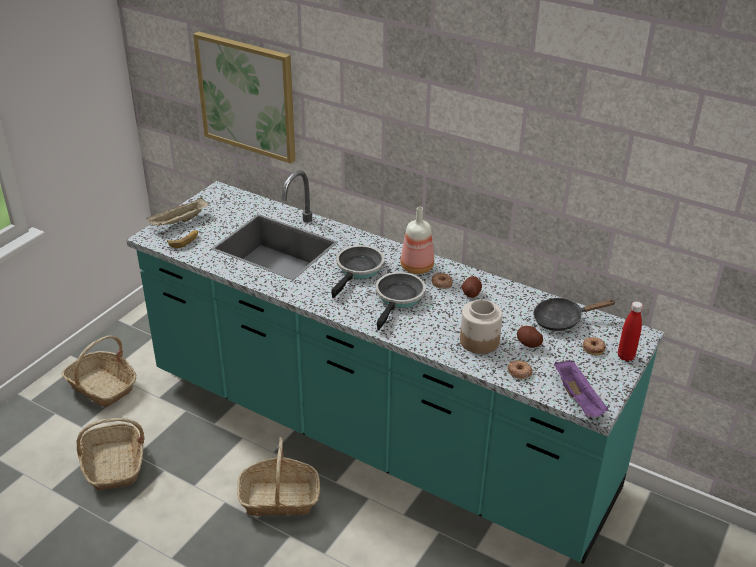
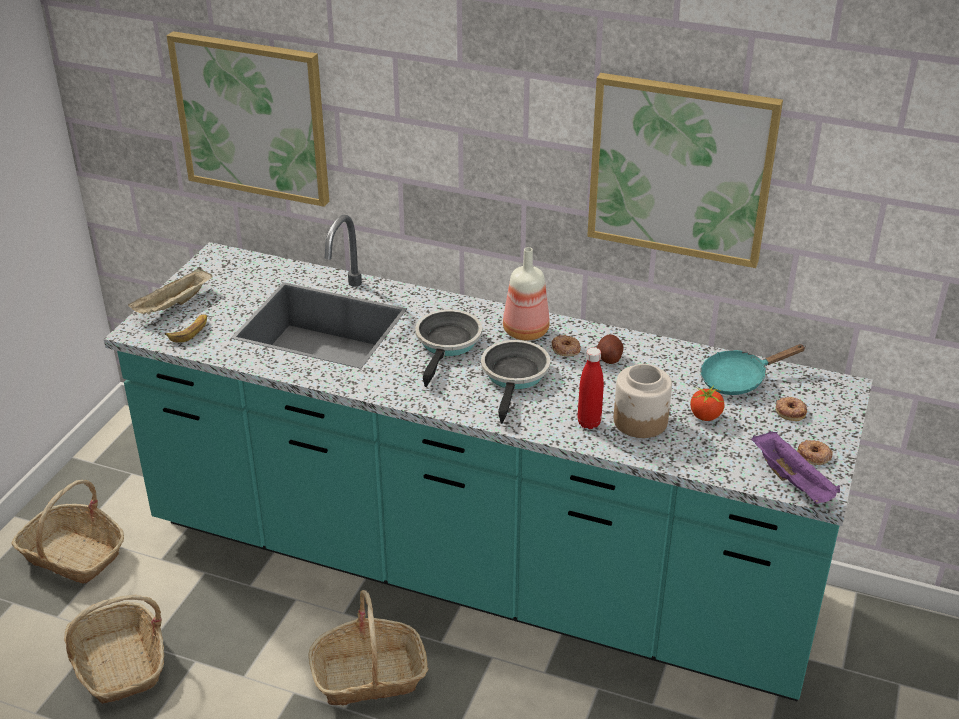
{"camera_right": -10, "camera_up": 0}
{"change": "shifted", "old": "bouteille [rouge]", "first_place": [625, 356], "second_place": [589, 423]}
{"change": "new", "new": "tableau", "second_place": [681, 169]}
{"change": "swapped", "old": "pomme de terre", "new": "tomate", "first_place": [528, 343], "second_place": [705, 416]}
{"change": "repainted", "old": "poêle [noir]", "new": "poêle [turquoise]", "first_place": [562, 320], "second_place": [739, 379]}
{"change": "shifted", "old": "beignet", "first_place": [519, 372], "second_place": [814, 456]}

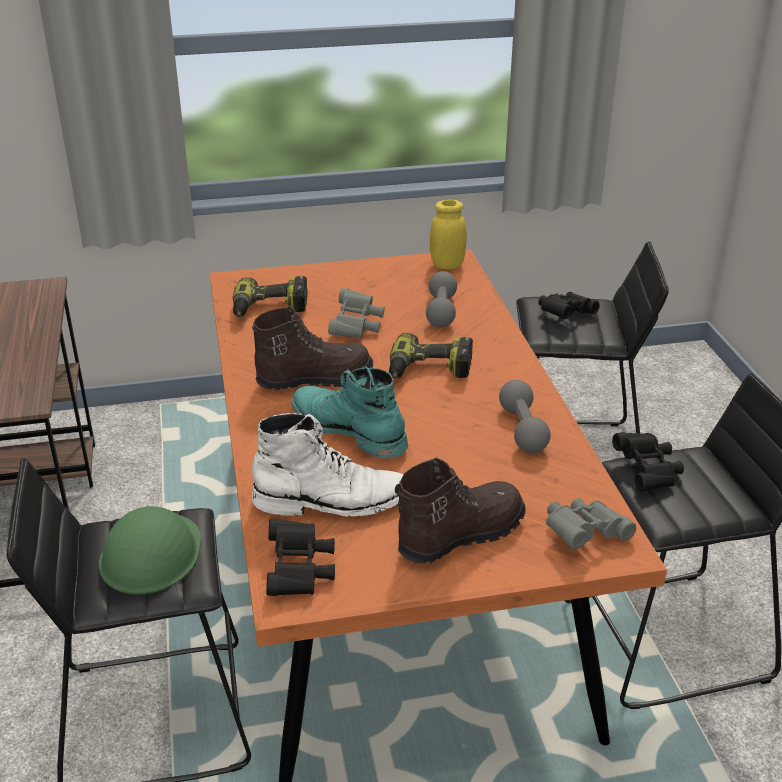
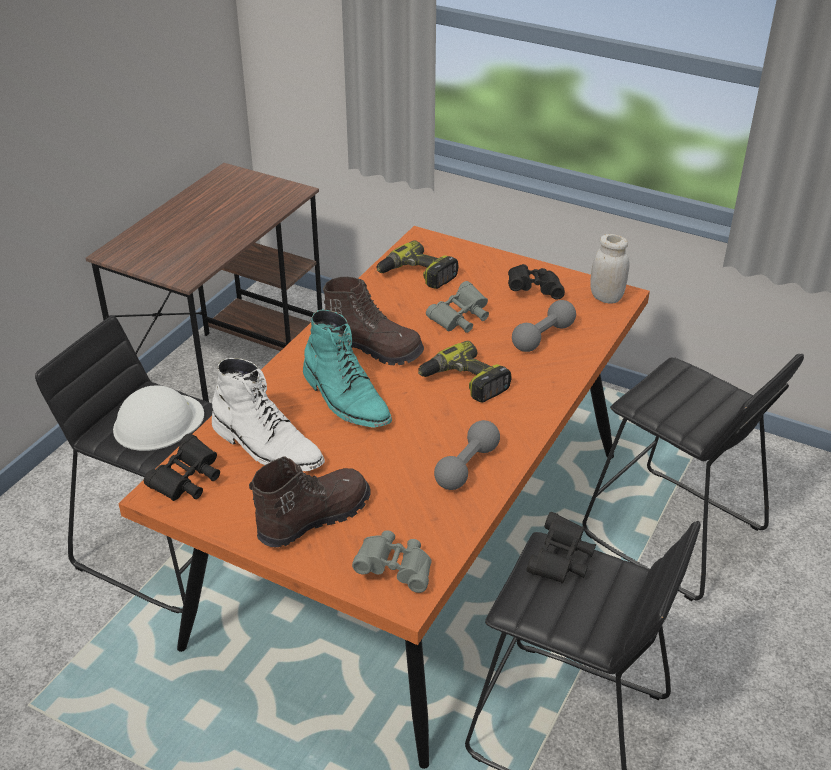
{"camera_right": 40, "camera_up": 5}
{"change": "repainted", "old": "casque de chantier [vert]", "new": "casque de chantier [blanc]", "first_place": [151, 553], "second_place": [158, 422]}
{"change": "rotated", "old": "botte [marron]", "first_place": [459, 534], "second_place": [313, 517], "degrees": -45}
{"change": "rotated", "old": "botte [turquoise]", "first_place": [348, 429], "second_place": [346, 399], "degrees": 150}
{"change": "shifted", "old": "jumelles [noir]", "first_place": [565, 315], "second_place": [534, 290]}
{"change": "repainted", "old": "bocal [jaune]", "new": "bocal [blanc]", "first_place": [447, 265], "second_place": [606, 297]}

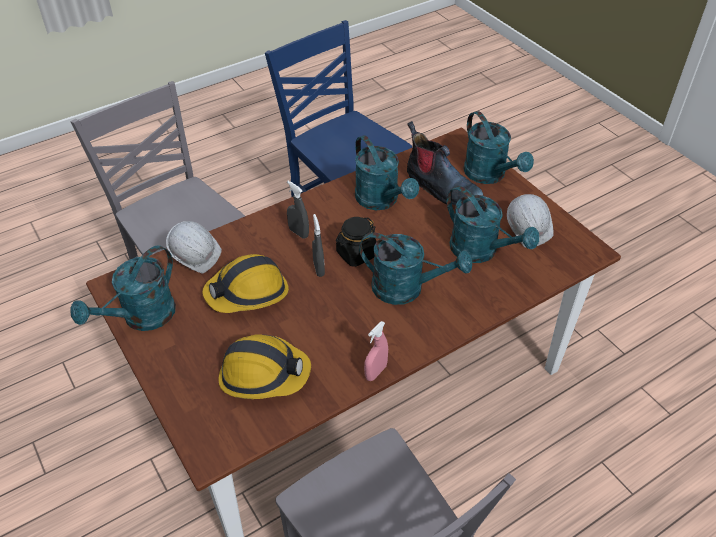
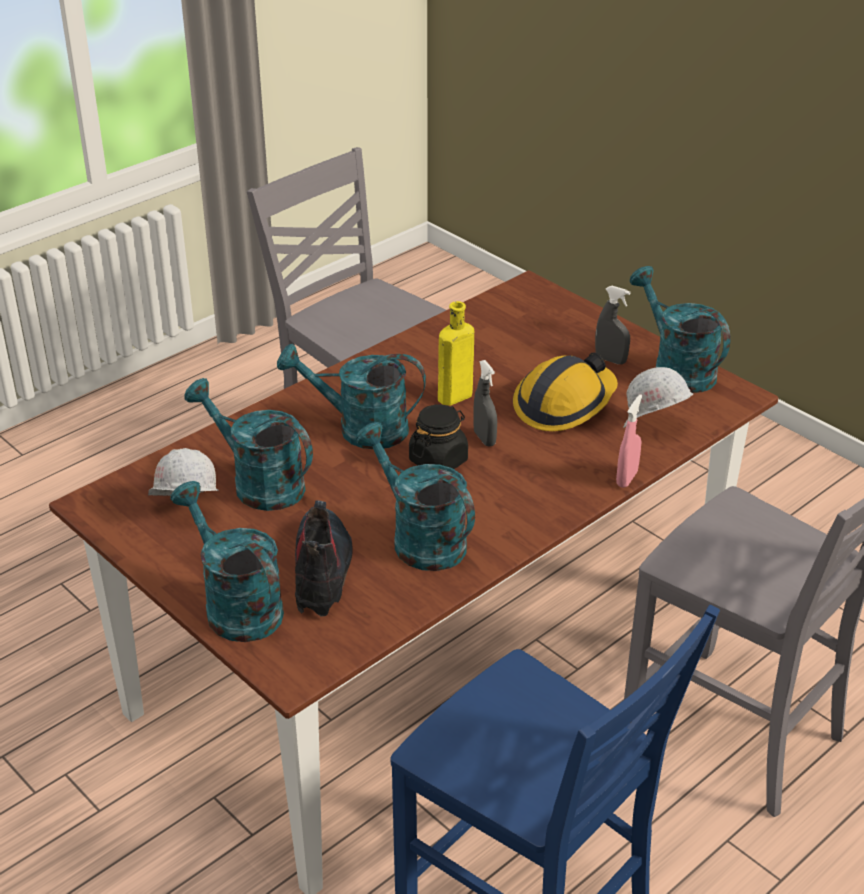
{"camera_right": 170, "camera_up": -10}
{"change": "rotated", "old": "botte", "first_place": [441, 188], "second_place": [322, 571], "degrees": 60}
{"change": "new", "new": "bouteille [jaune]", "second_place": [453, 397]}
{"change": "shifted", "old": "vaporisateur [gris]", "first_place": [298, 232], "second_place": [610, 360]}
{"change": "shifted", "old": "vaporisateur [rose]", "first_place": [375, 372], "second_place": [627, 478]}
{"change": "rotated", "old": "arrosoir [turquoise]", "first_place": [141, 318], "second_place": [676, 368], "degrees": -60}
{"change": "gone", "old": "casque de chantier", "first_place": [263, 374]}

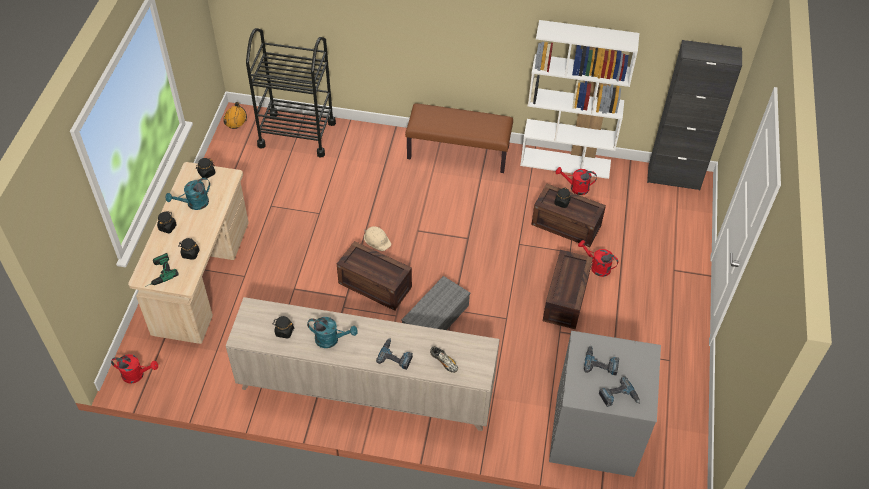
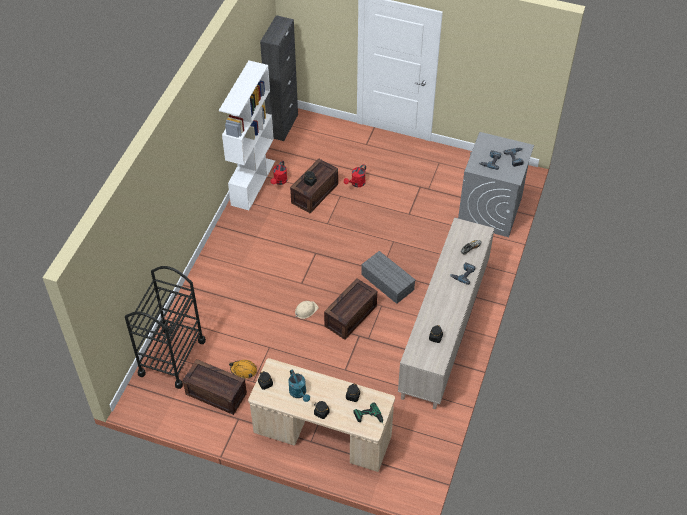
{"camera_right": -80, "camera_up": 0}
{"change": "shifted", "old": "caisse", "first_place": [566, 299], "second_place": [217, 393]}
{"change": "shifted", "old": "casque de chantier [orange]", "first_place": [235, 119], "second_place": [243, 370]}
{"change": "gone", "old": "arrosoir [rouge]", "first_place": [137, 375]}
{"change": "gone", "old": "arrosoir [turquoise]", "first_place": [331, 339]}
{"change": "gone", "old": "banc [marron]", "first_place": [458, 152]}

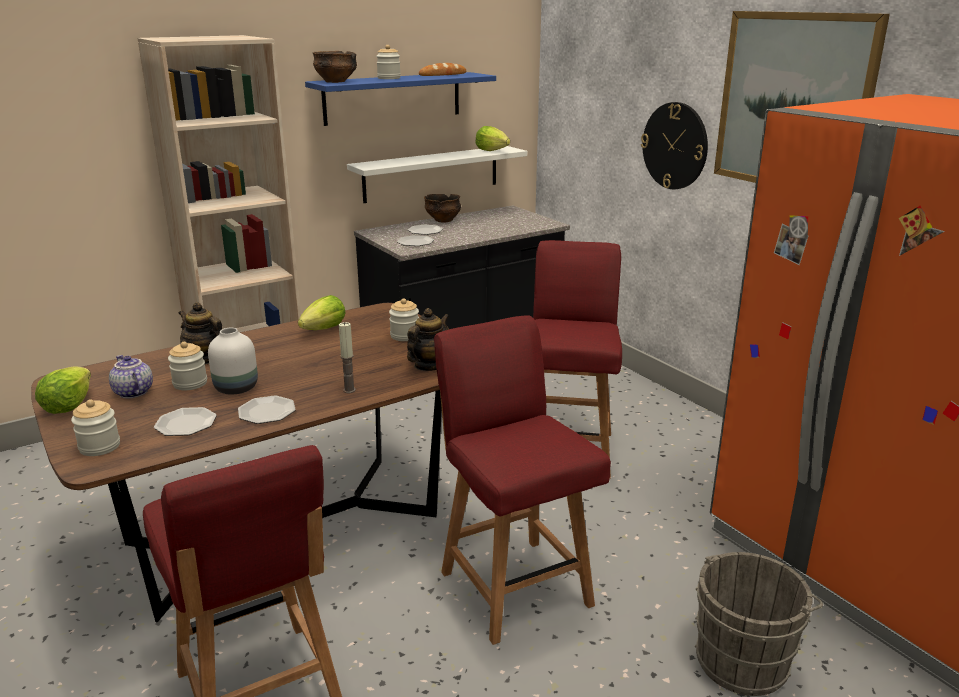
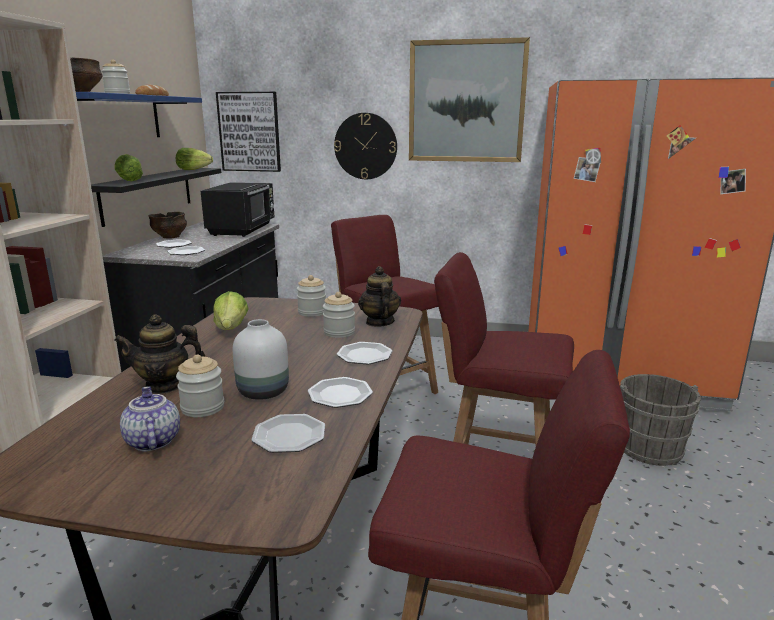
{"camera_right": -45, "camera_up": -5}
{"change": "repainted", "old": "étagère [blanc]", "new": "étagère [noir]", "first_place": [431, 173], "second_place": [148, 194]}
{"change": "shifted", "old": "laitue", "first_place": [68, 406], "second_place": [128, 180]}
{"change": "rotated", "old": "théière", "first_place": [132, 392], "second_place": [151, 441], "degrees": 60}
{"change": "new", "new": "micro-ondes [noir]", "second_place": [243, 230]}
{"change": "new", "new": "tableau", "second_place": [249, 132]}
{"change": "shifted", "old": "bocal", "first_place": [99, 447], "second_place": [339, 332]}
{"change": "swapped", "old": "bougie", "new": "assiette", "first_place": [349, 390], "second_place": [365, 355]}

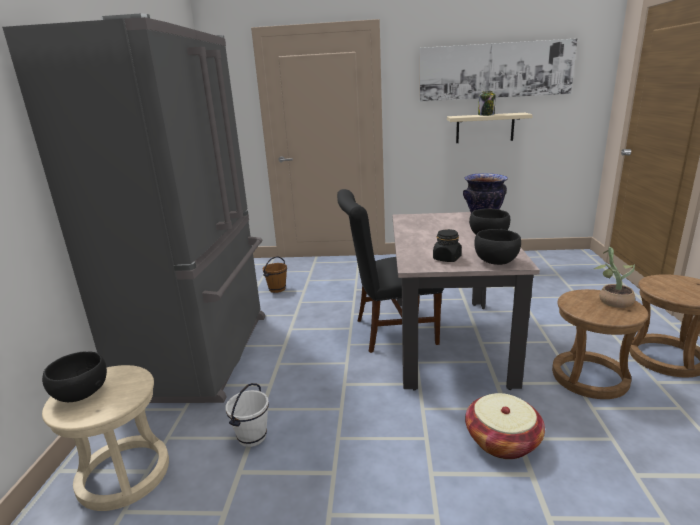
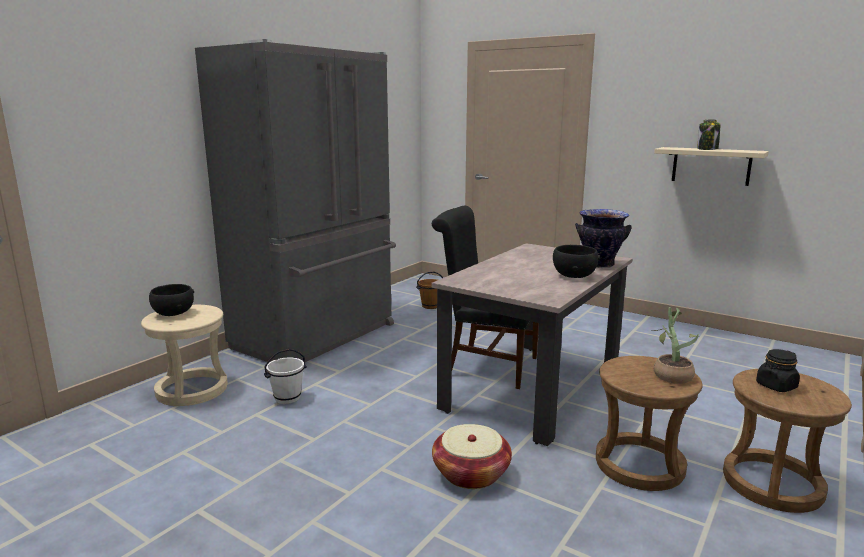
{"camera_right": 30, "camera_up": -5}
{"change": "shifted", "old": "bocal [noir]", "first_place": [447, 258], "second_place": [776, 386]}
{"change": "gone", "old": "tableau", "first_place": [495, 71]}
{"change": "gone", "old": "bol [noir]", "first_place": [495, 261]}

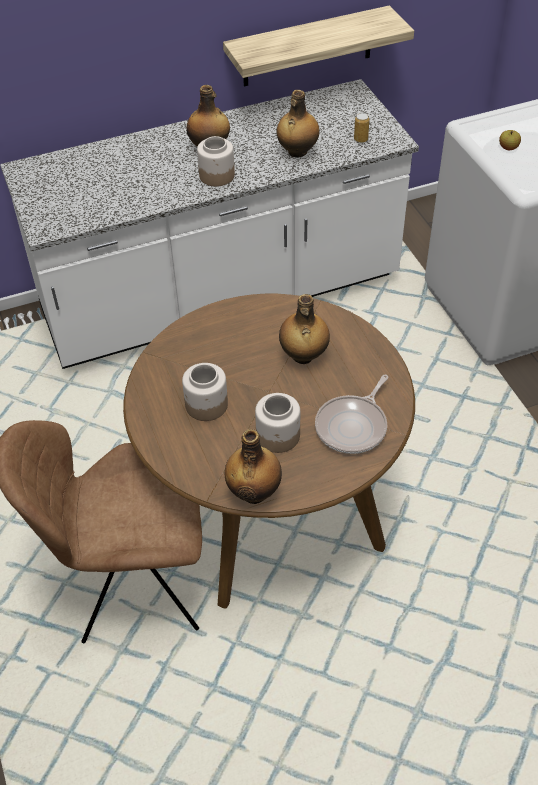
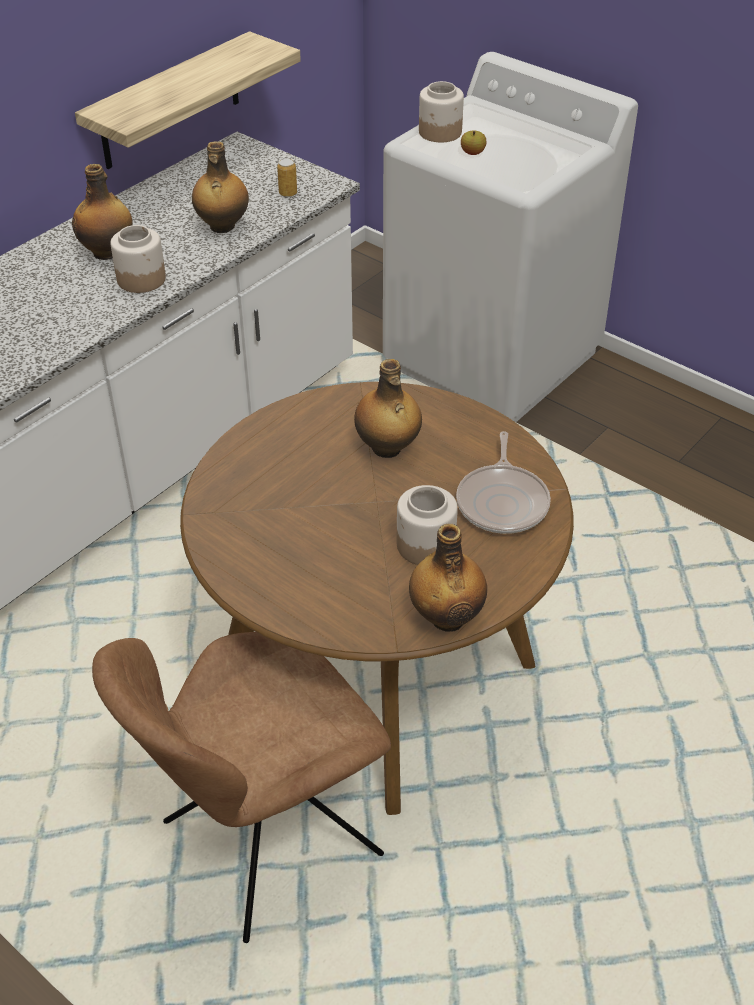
{"camera_right": -30, "camera_up": -5}
{"change": "shifted", "old": "bocal", "first_place": [206, 405], "second_place": [440, 132]}

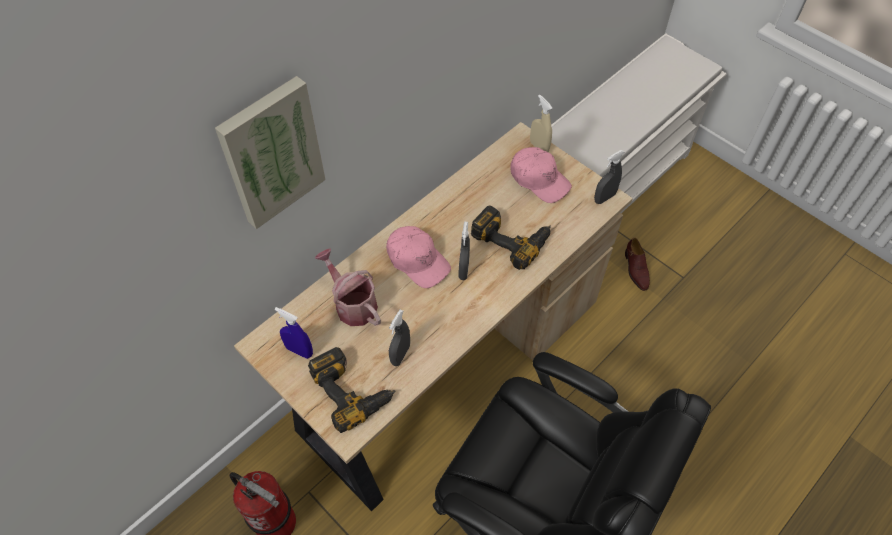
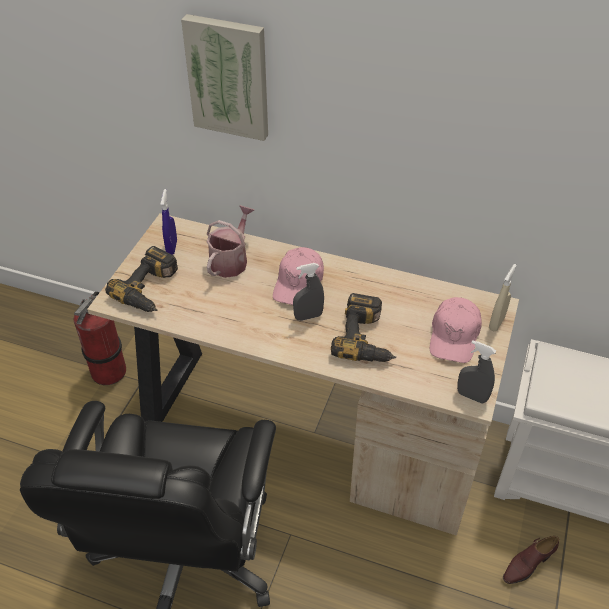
{"camera_right": 65, "camera_up": -10}
{"change": "gone", "old": "vaporisateur [gris]", "first_place": [400, 355]}

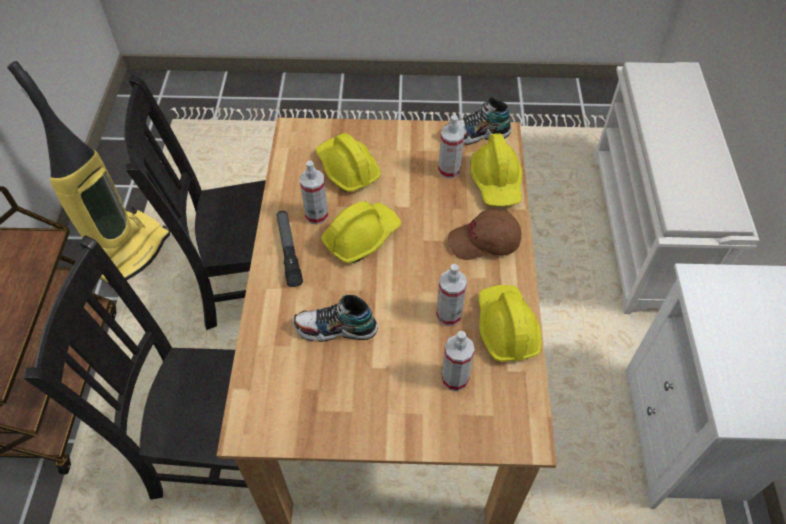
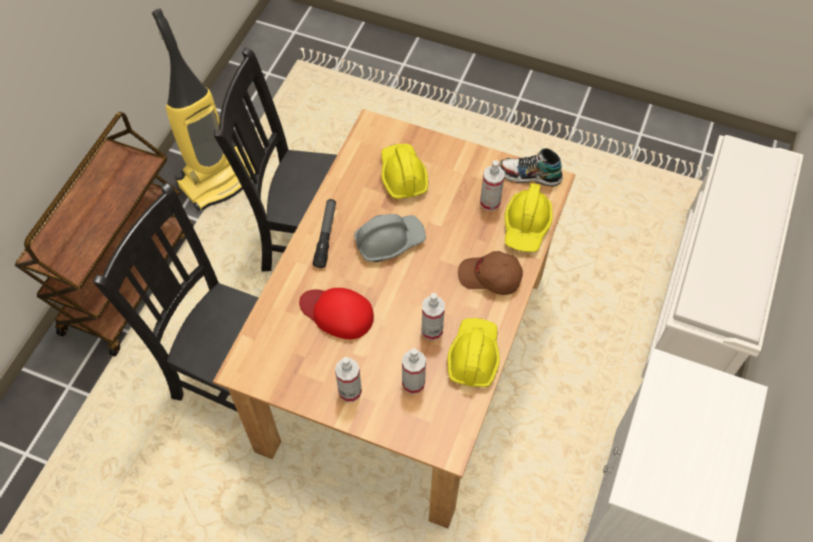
{"camera_right": 20, "camera_up": 5}
{"change": "swapped", "old": "chaussure", "new": "casquette [rouge]", "first_place": [336, 329], "second_place": [337, 313]}
{"change": "shifted", "old": "vaporisateur", "first_place": [316, 215], "second_place": [350, 391]}
{"change": "repainted", "old": "casque de chantier [jaune]", "new": "casque de chantier [gris]", "first_place": [361, 237], "second_place": [389, 241]}

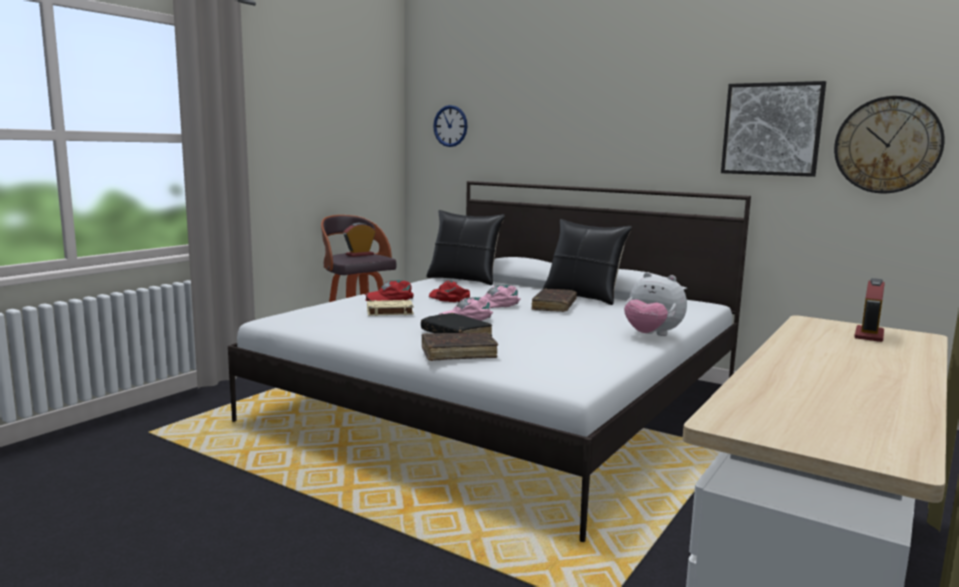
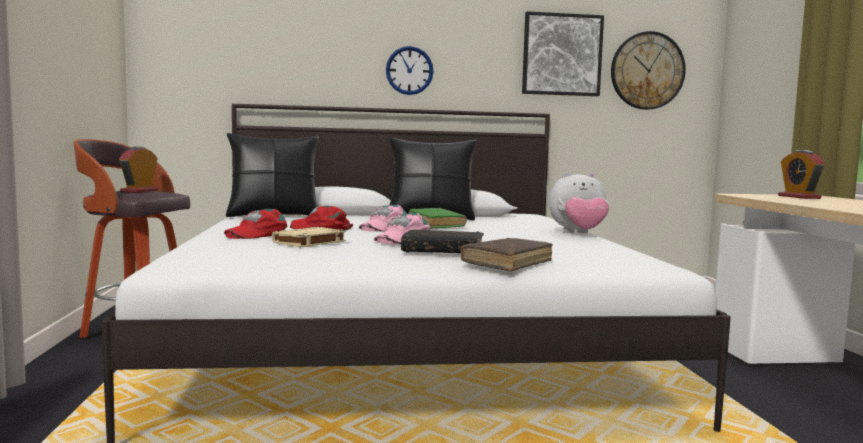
{"camera_right": -40, "camera_up": -5}
{"change": "shifted", "old": "horloge murale", "first_place": [450, 126], "second_place": [409, 70]}
{"change": "repainted", "old": "livre [marron]", "new": "livre [vert]", "first_place": [554, 306], "second_place": [436, 225]}

